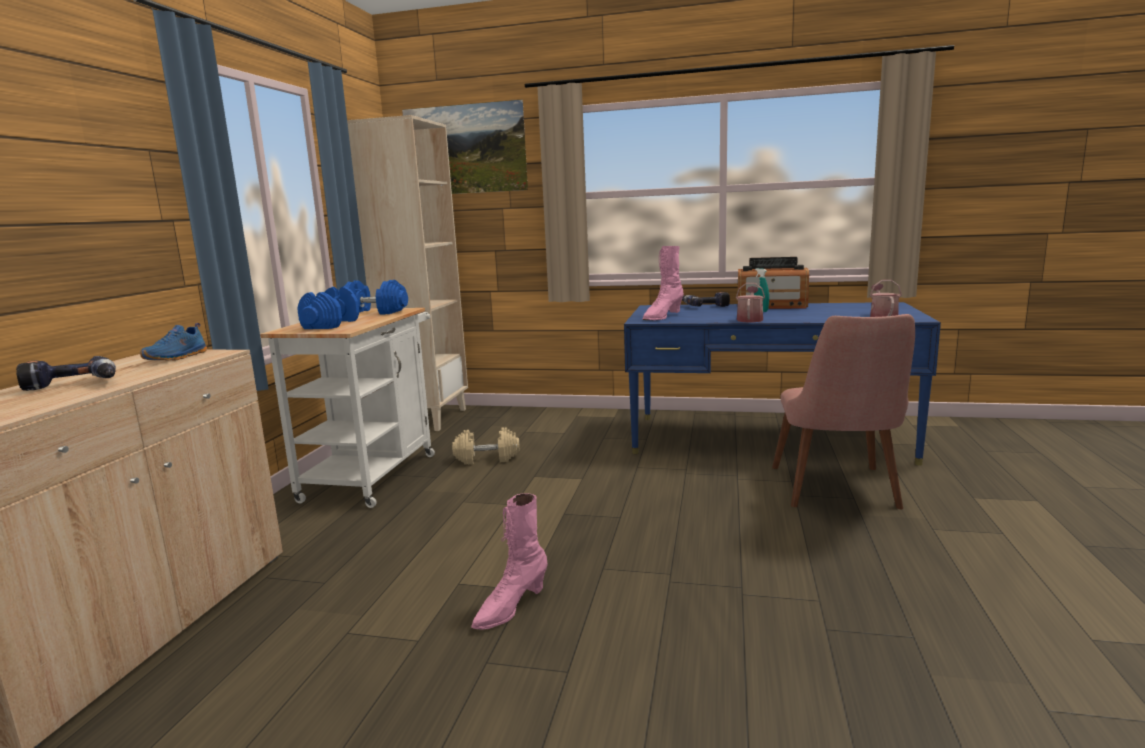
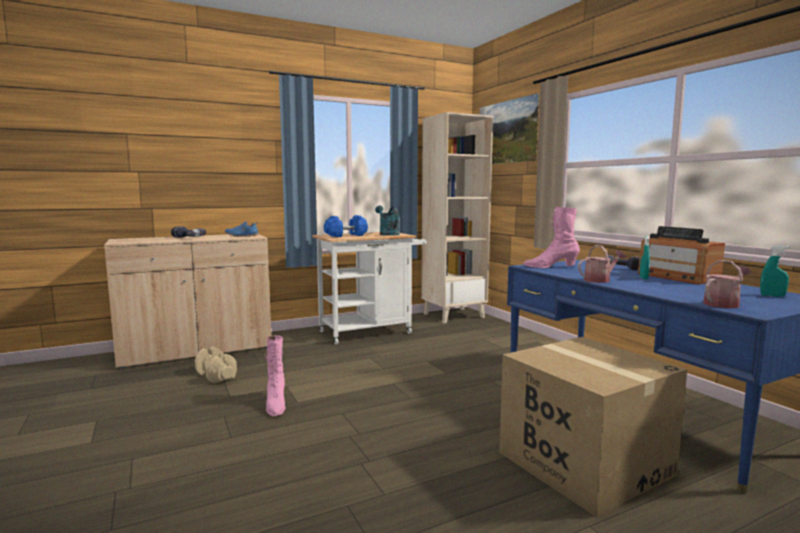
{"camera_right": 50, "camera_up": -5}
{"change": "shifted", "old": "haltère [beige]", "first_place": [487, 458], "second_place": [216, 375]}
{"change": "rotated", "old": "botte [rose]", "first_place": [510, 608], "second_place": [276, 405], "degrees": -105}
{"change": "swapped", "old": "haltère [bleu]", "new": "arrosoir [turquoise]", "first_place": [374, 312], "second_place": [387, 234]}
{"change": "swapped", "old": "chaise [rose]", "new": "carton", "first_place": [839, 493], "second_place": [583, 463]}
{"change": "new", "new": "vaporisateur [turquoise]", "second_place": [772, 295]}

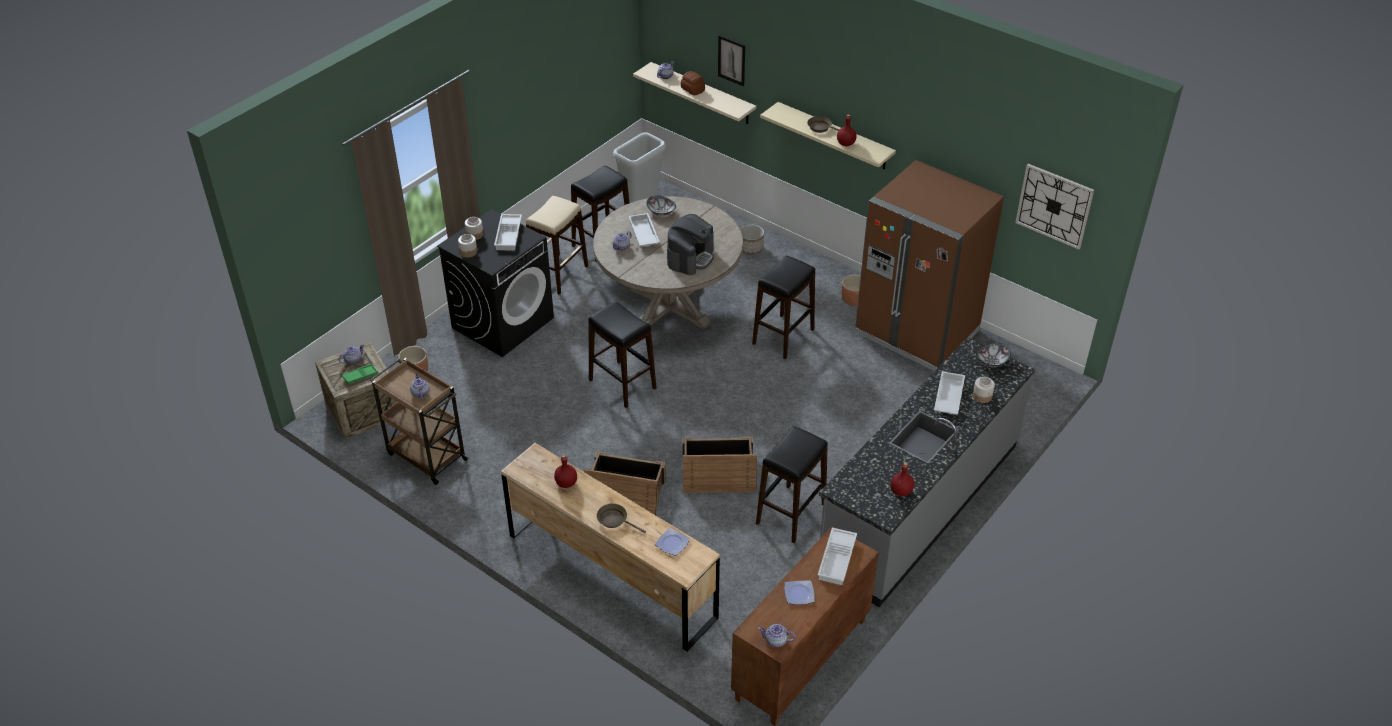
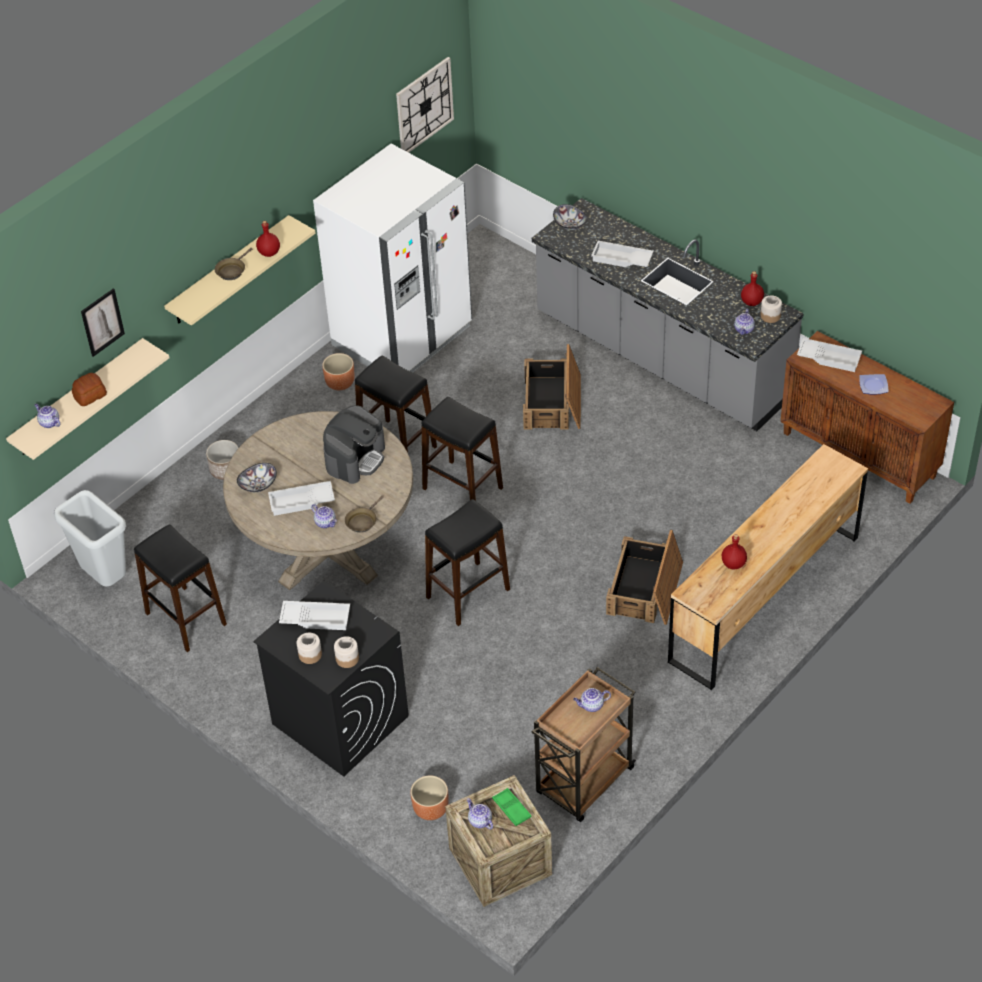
{"camera_right": -85, "camera_up": 5}
{"change": "repainted", "old": "réfrigérateur [marron]", "new": "réfrigérateur [blanc]", "first_place": [916, 332], "second_place": [402, 336]}
{"change": "rotated", "old": "machine à café", "first_place": [690, 257], "second_place": [355, 458], "degrees": 90}
{"change": "shifted", "old": "poêle [marron]", "first_place": [615, 520], "second_place": [362, 521]}
{"change": "shifted", "old": "tabouret [noir]", "first_place": [791, 514], "second_place": [463, 488]}
{"change": "shifted", "old": "caisse", "first_place": [718, 473], "second_place": [553, 402]}
{"change": "shifted", "old": "théière", "first_place": [775, 641], "second_place": [744, 329]}
{"change": "shifted", "old": "bocal", "first_place": [982, 396], "second_place": [770, 316]}
{"change": "gone", "old": "tabouret [beige]", "first_place": [558, 274]}
{"change": "gone", "old": "assiette", "first_place": [673, 543]}

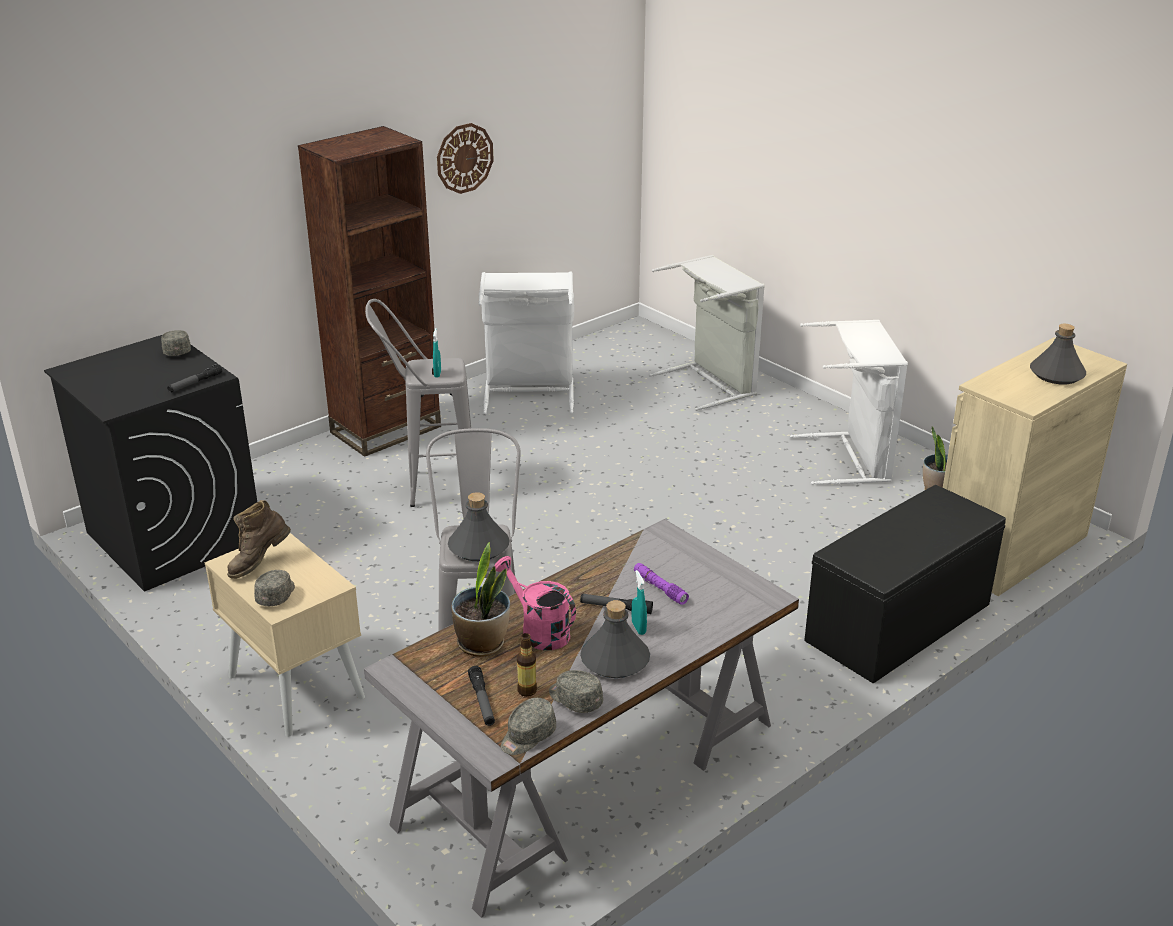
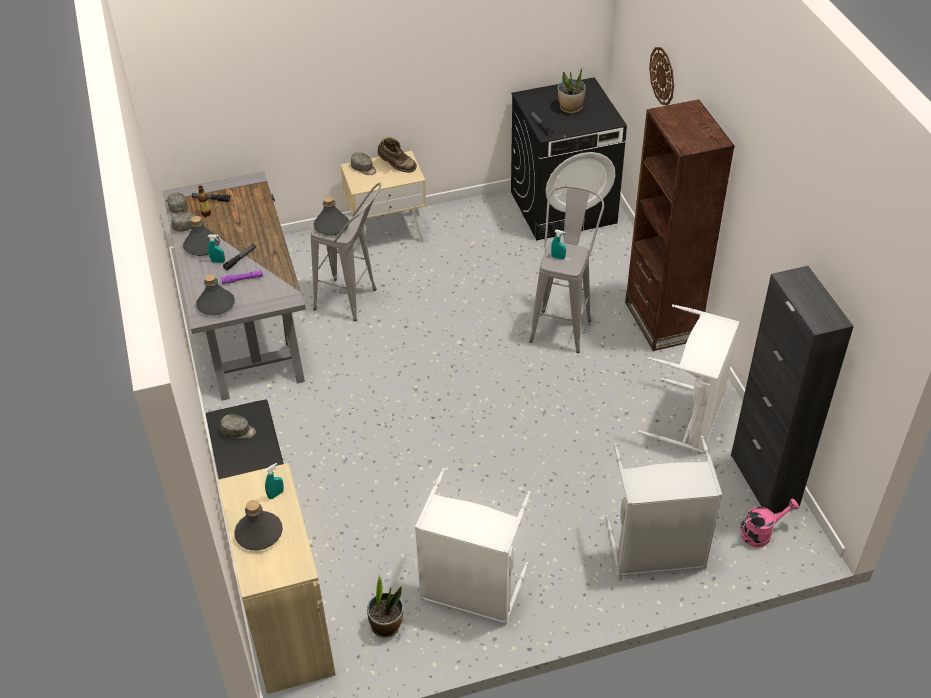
{"camera_right": 115, "camera_up": 15}
{"change": "new", "new": "bouteille [gris]", "second_place": [216, 305]}
{"change": "shifted", "old": "casquette [gris]", "first_place": [177, 350], "second_place": [238, 431]}
{"change": "new", "new": "vaporisateur [turquoise]", "second_place": [276, 494]}
{"change": "rotated", "old": "botte [marron]", "first_place": [259, 563], "second_place": [396, 167], "degrees": 135}
{"change": "shifted", "old": "plante en pot", "first_place": [482, 644], "second_place": [570, 108]}
{"change": "shifted", "old": "horloge murale", "first_place": [464, 158], "second_place": [662, 76]}
{"change": "new", "new": "meuble de rangement [noir]", "second_place": [764, 480]}
{"change": "shifted", "old": "arrosoir [rose]", "first_place": [538, 631], "second_place": [761, 533]}

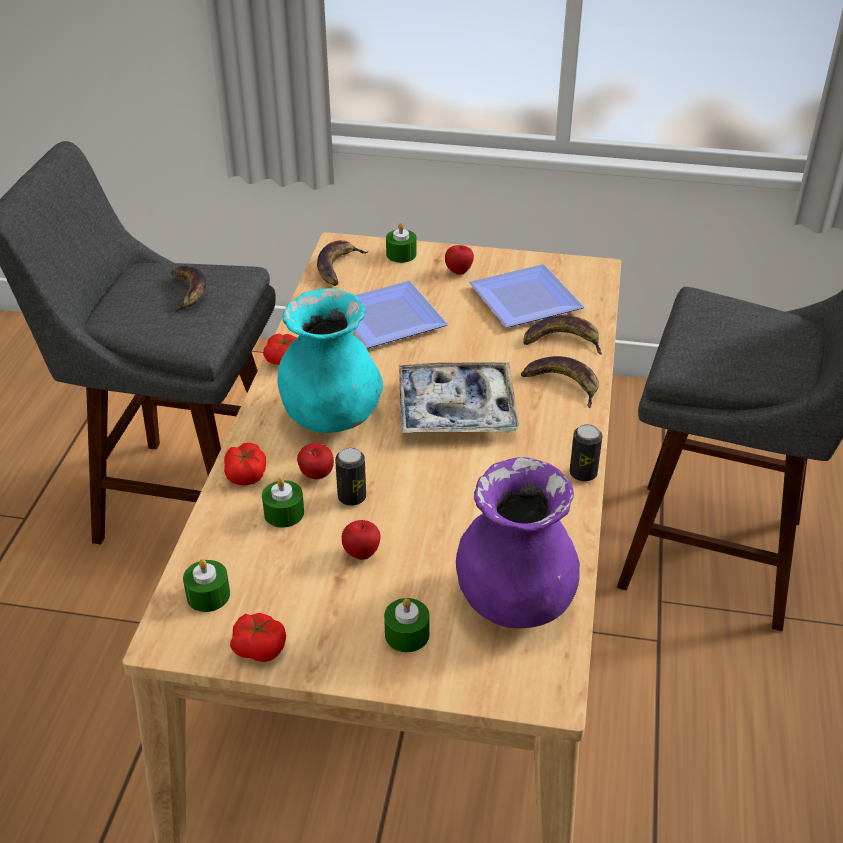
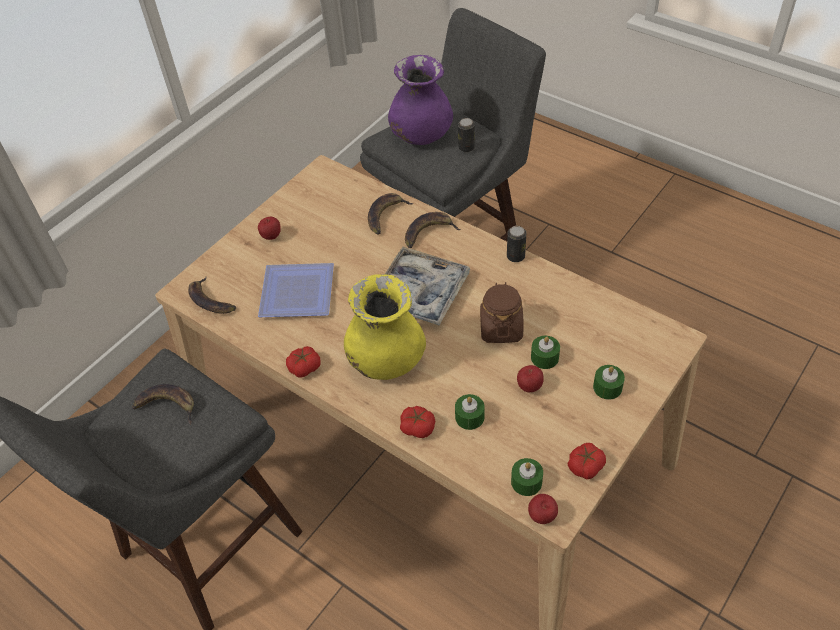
{"camera_right": -60, "camera_up": 10}
{"change": "repainted", "old": "vase [turquoise]", "new": "vase [jaune]", "first_place": [331, 417], "second_place": [386, 361]}
{"change": "shifted", "old": "vase [violet]", "first_place": [514, 601], "second_place": [421, 135]}
{"change": "shifted", "old": "boîte métallique", "first_place": [352, 497], "second_place": [466, 148]}
{"change": "new", "new": "bocal [marron]", "second_place": [501, 328]}
{"change": "shifted", "old": "pomme", "first_place": [316, 476], "second_place": [542, 517]}
{"change": "shifted", "old": "bougie [vert]", "first_place": [401, 254], "second_place": [544, 357]}
{"change": "gone", "old": "assiette", "first_place": [521, 299]}

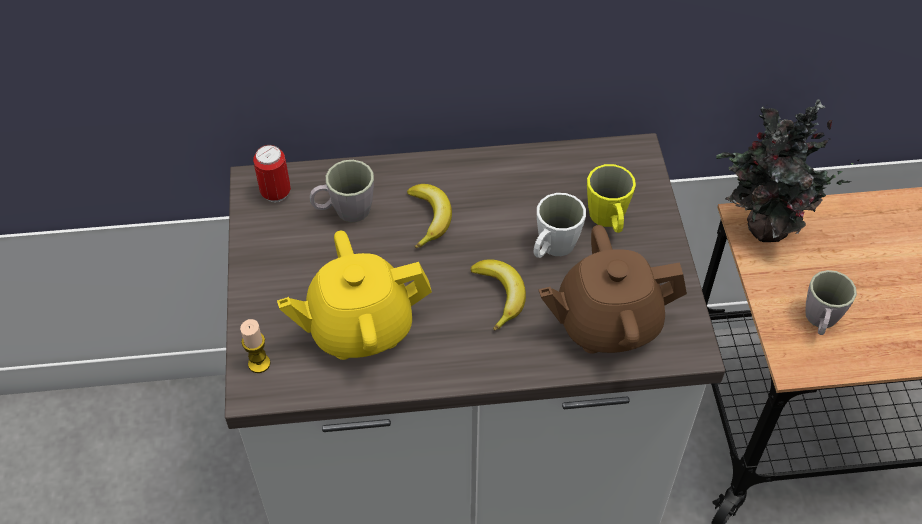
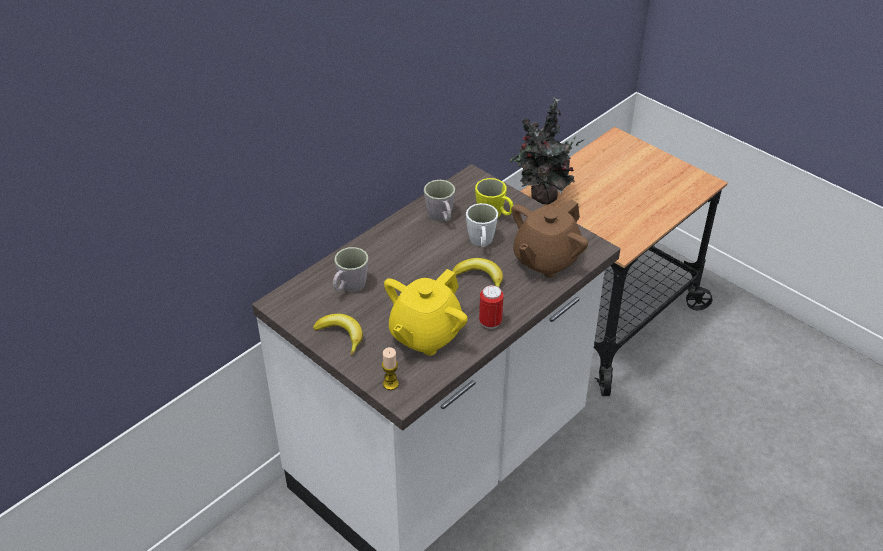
{"camera_right": -40, "camera_up": -10}
{"change": "shifted", "old": "banane", "first_place": [430, 218], "second_place": [341, 335]}
{"change": "shifted", "old": "mug [gris]", "first_place": [820, 321], "second_place": [441, 217]}
{"change": "shifted", "old": "boîte métallique", "first_place": [276, 193], "second_place": [490, 322]}

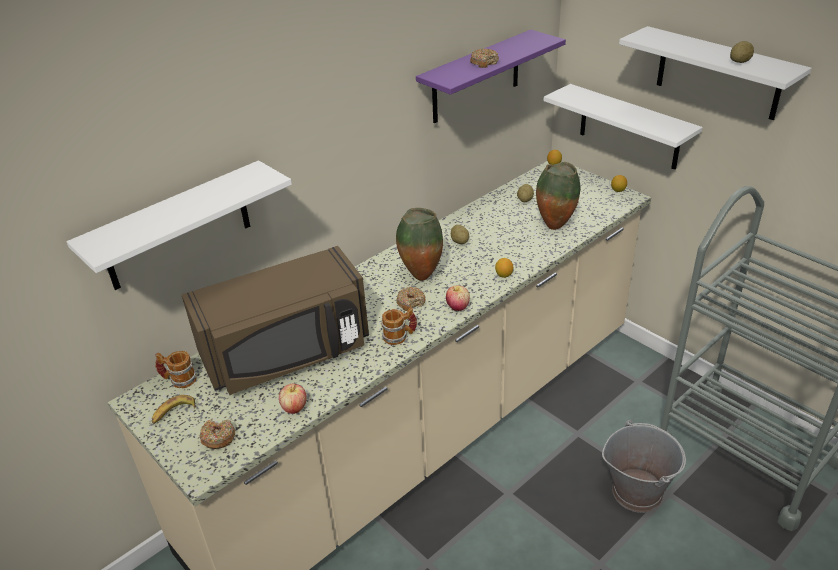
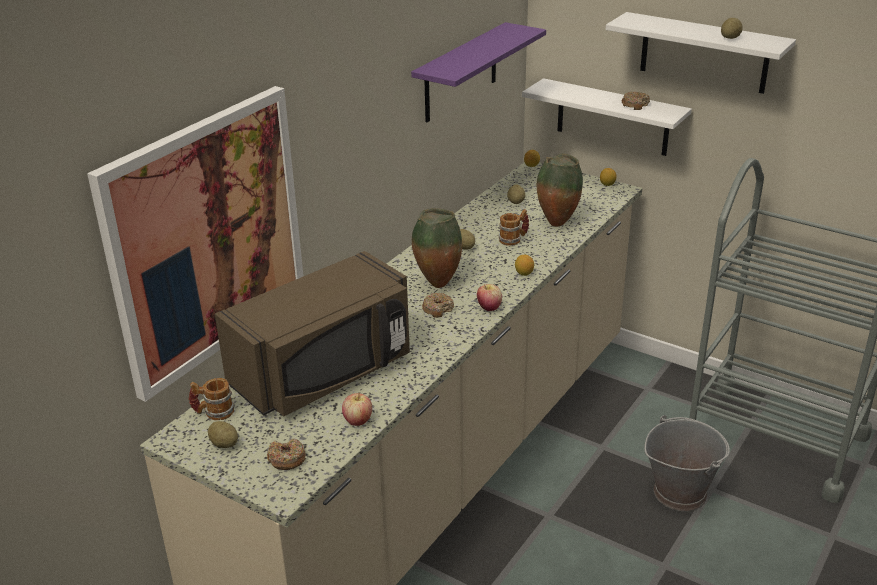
{"camera_right": -15, "camera_up": -5}
{"change": "swapped", "old": "étagère [blanc]", "new": "tableau", "first_place": [177, 227], "second_place": [207, 238]}
{"change": "swapped", "old": "banane", "new": "pomme de terre", "first_place": [174, 413], "second_place": [224, 444]}
{"change": "shifted", "old": "mug", "first_place": [400, 336], "second_place": [514, 239]}
{"change": "shifted", "old": "beignet", "first_place": [484, 63], "second_place": [635, 105]}

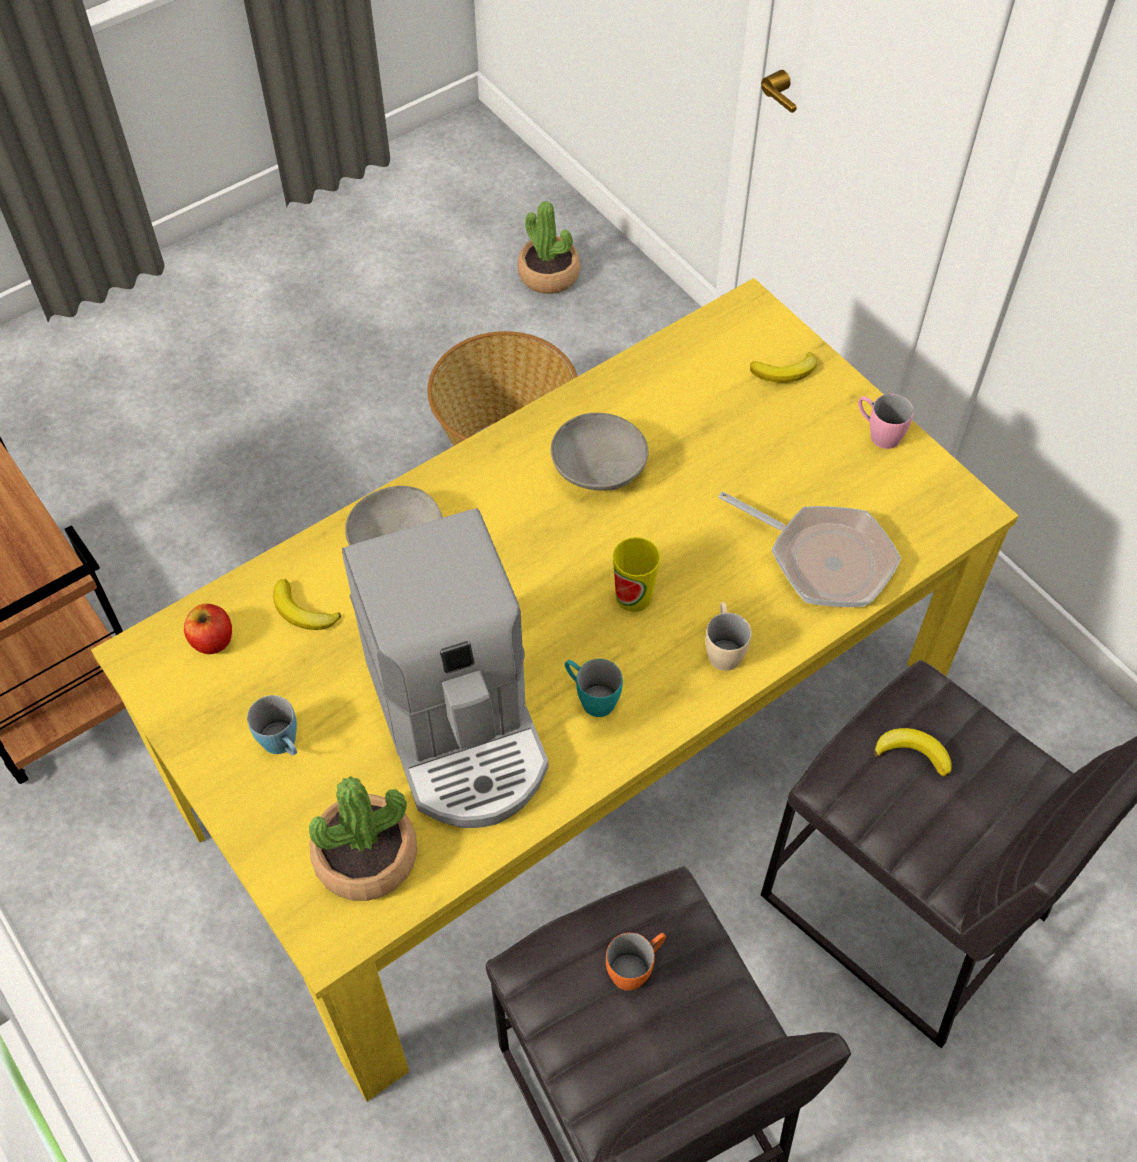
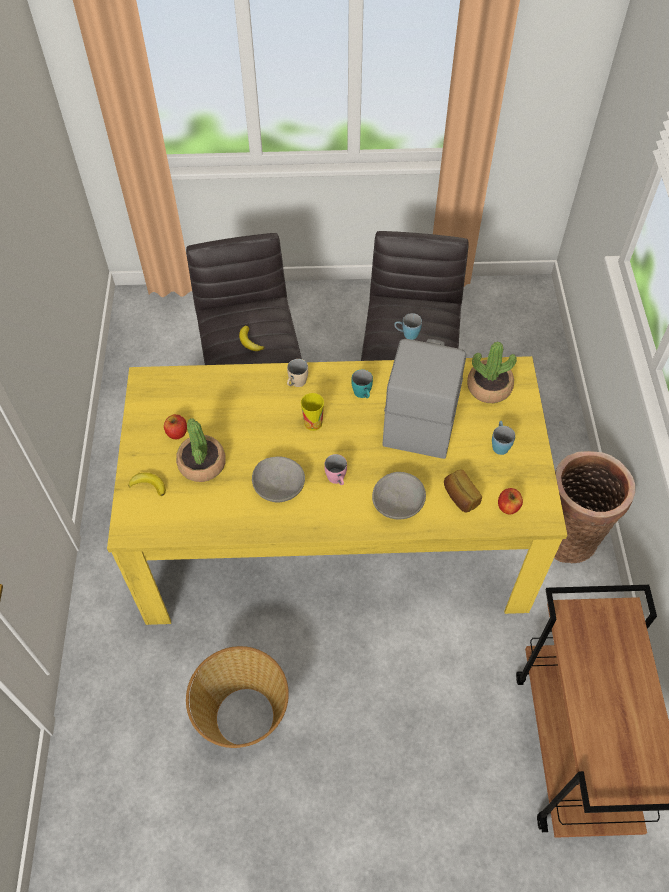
{"camera_right": -145, "camera_up": 0}
{"change": "new", "new": "pomme", "second_place": [177, 432]}
{"change": "shifted", "old": "plante en pot", "first_place": [549, 274], "second_place": [202, 464]}
{"change": "shifted", "old": "mug [rose]", "first_place": [878, 433], "second_place": [337, 480]}
{"change": "repainted", "old": "mug [orange]", "new": "mug [bleu]", "first_place": [636, 967], "second_place": [407, 334]}
{"change": "swapped", "old": "banane", "new": "pain", "first_place": [303, 611], "second_place": [460, 497]}
{"change": "new", "new": "panier", "second_place": [570, 535]}
{"change": "gone", "old": "poêle", "first_place": [823, 559]}

